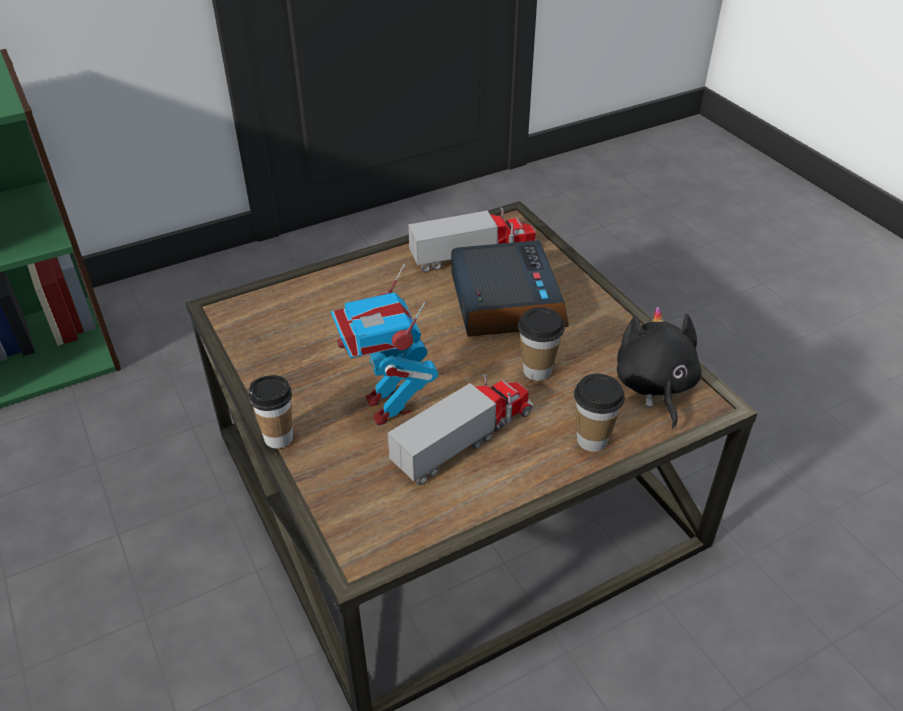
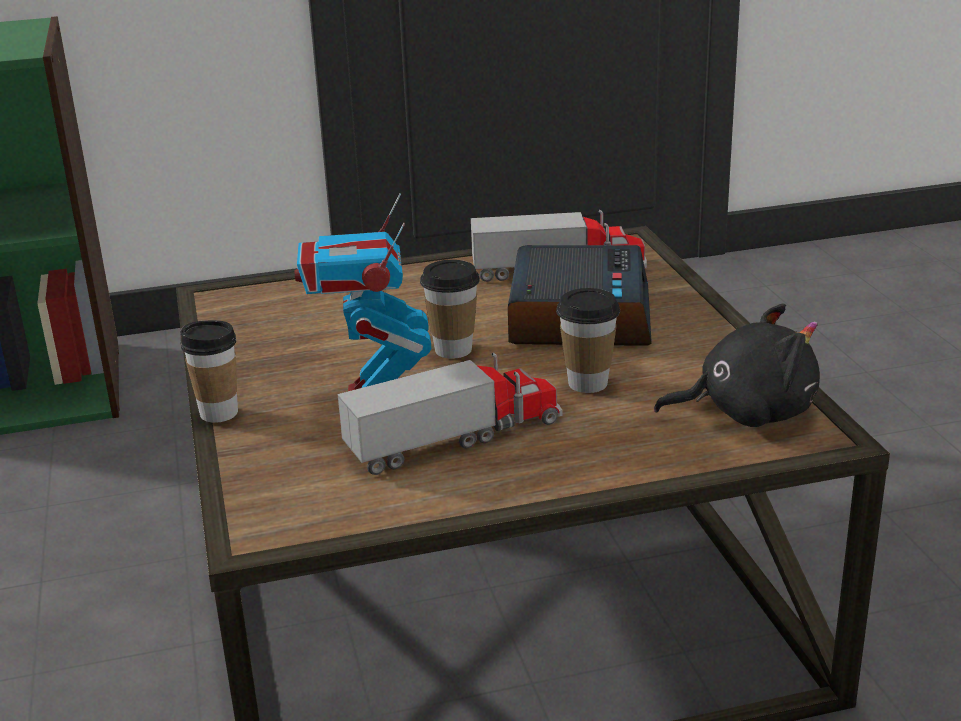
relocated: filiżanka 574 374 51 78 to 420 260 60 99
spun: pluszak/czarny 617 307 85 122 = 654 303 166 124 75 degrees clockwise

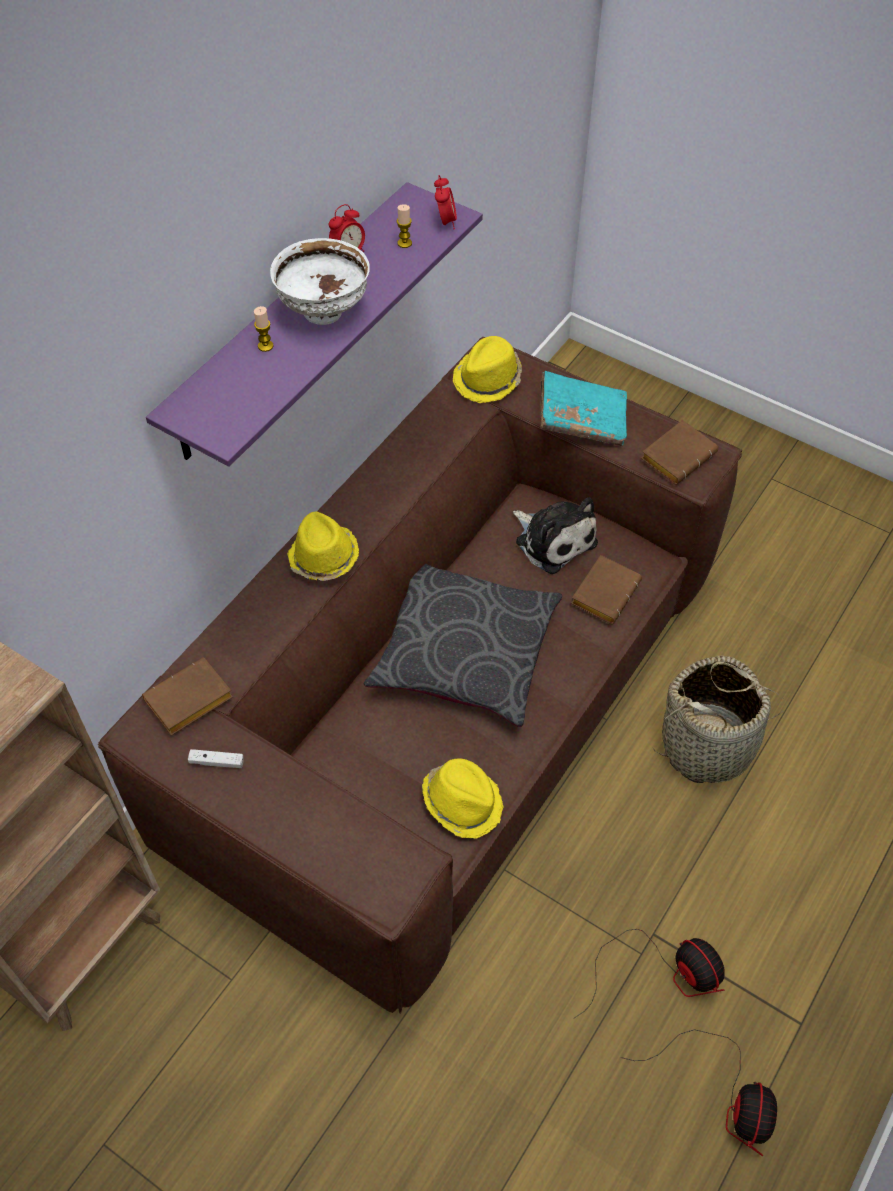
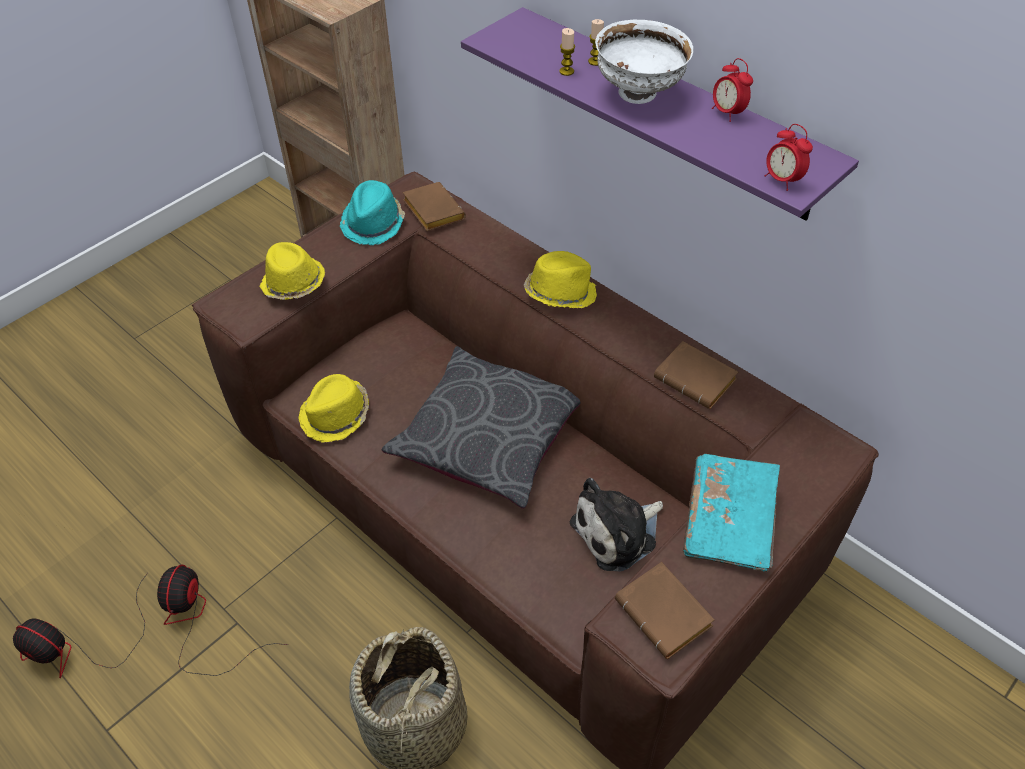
relocated: świeca 397 204 15 44 to 559 28 16 48; kapelusz/żółty 453 336 69 67 to 259 242 66 58; książka/brązowy 571 555 71 69 to 654 341 84 68
exchanged: pad do gier/biały 188 749 56 19 to kapelusz/turkusowy 340 180 65 65
spun: budzik 434 175 23 54 = 765 124 48 67 45 degrees clockwise; wentylator 574 929 151 89 = 157 564 131 112 120 degrees clockwise

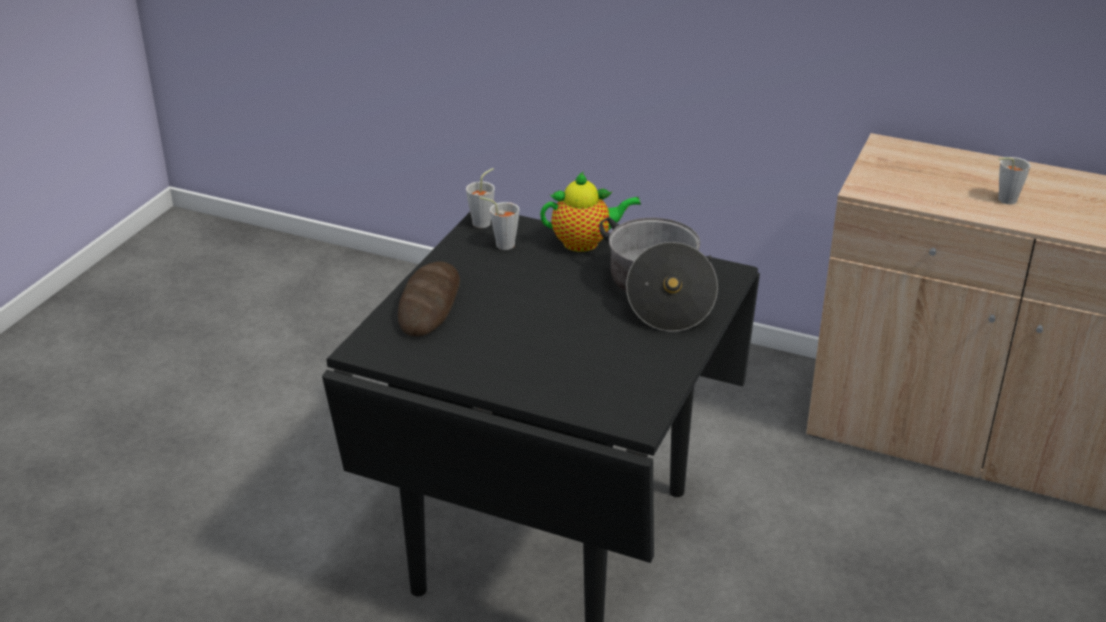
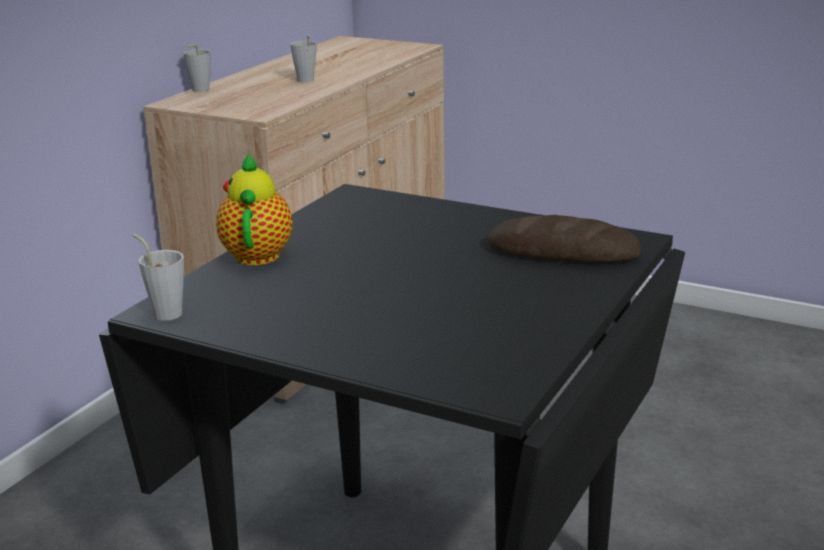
missing: garnek 599 217 119 115
relocated: filiżanka/szary 479 197 41 53 to 183 44 28 48; chleb 398 262 62 74 to 488 215 153 48

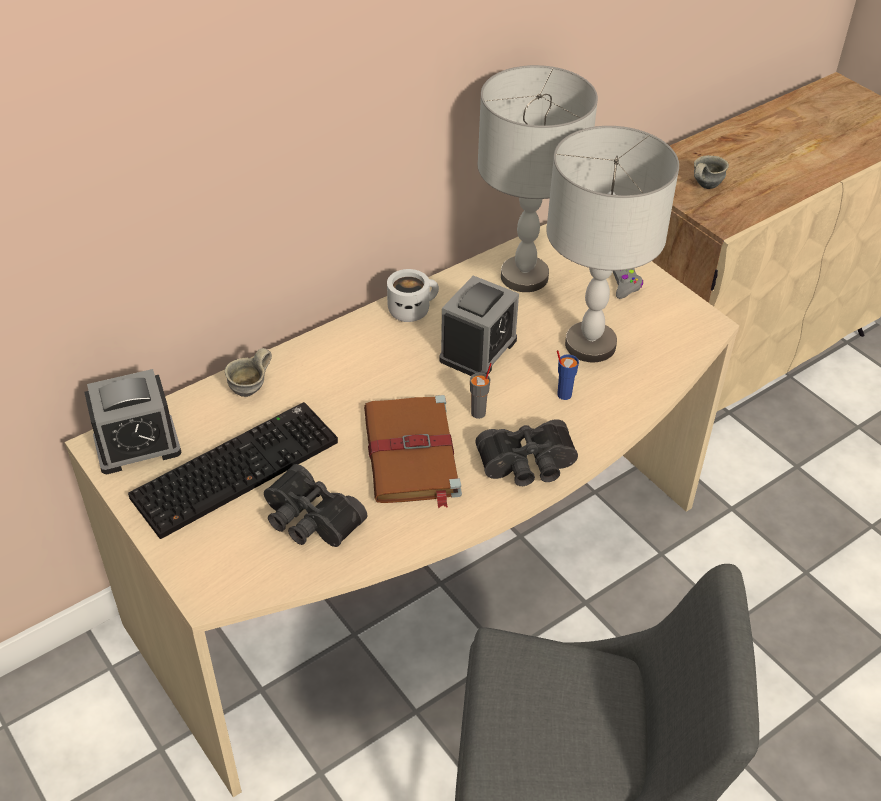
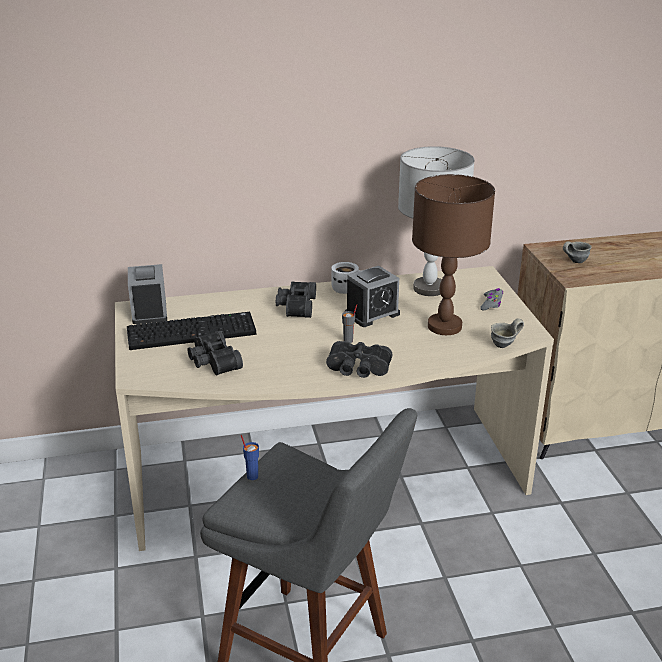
missing: książka/brązowy 364 395 98 114
appeared: lornetka/czarny 276 281 40 37
relocated: kubek/szary 225 348 47 49 to 491 319 33 29; filiżanka/niebieski 557 350 22 50 to 241 435 18 45
colour: lampa stołowa/szary 546 126 133 236 to lampa stołowa/brązowy 412 174 83 161
spun: budzik 84 369 97 105 = 128 264 39 60 105 degrees counterclockwise

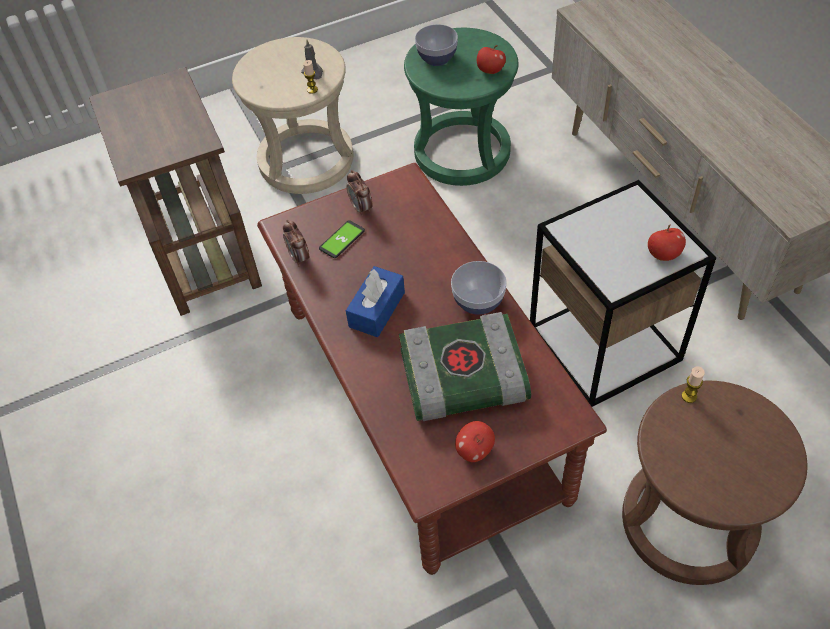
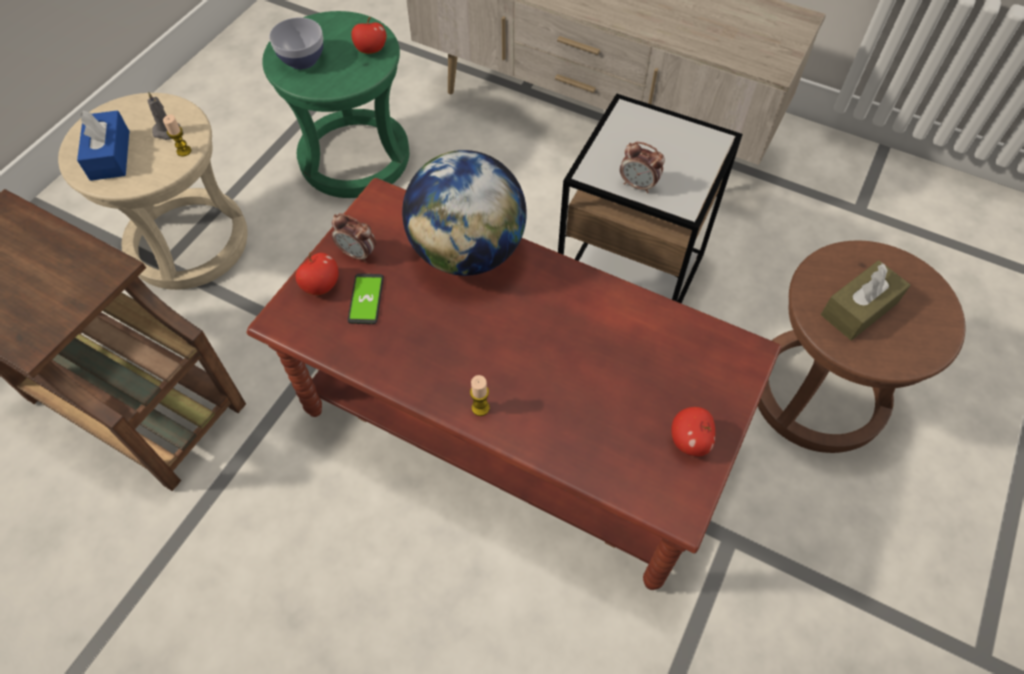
missing: miska 451 261 56 54; książka 399 312 132 109
appeared: globus 402 150 125 126; pudełko chusteczek/brązowy 821 260 90 80
relocated: budzik 283 220 26 46 to 620 142 45 51; jabłko 648 224 38 37 to 296 252 42 43; pudełko chusteczek/niebieski 346 266 59 71 to 77 110 52 71; świeca 682 367 23 36 to 470 375 20 41

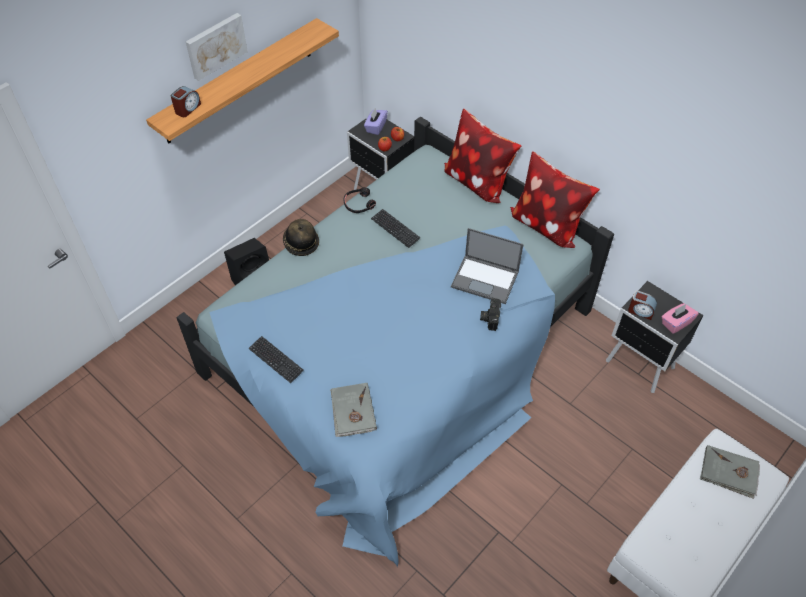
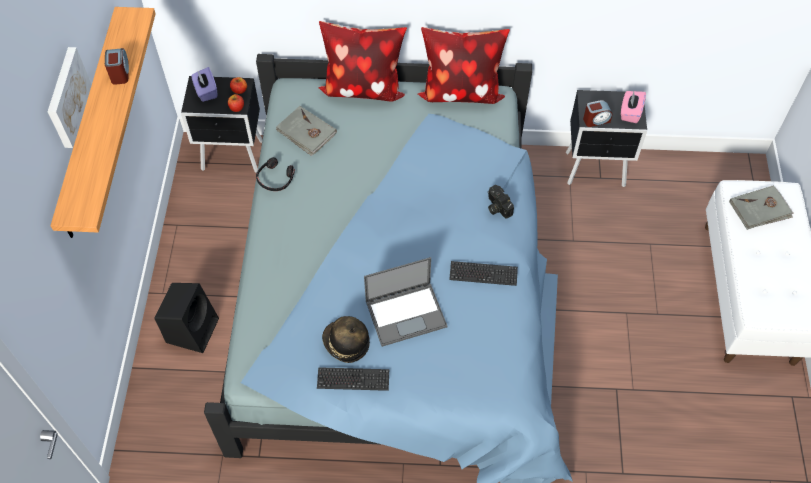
relocated: budzik 171 86 30 31 to 105 48 24 37; klawiatura 371 209 50 39 to 449 261 69 25; kapelusz 283 219 36 37 to 322 316 48 47; laptop 451 228 73 76 to 364 257 83 90; książka/szary 330 383 47 54 to 276 106 61 50

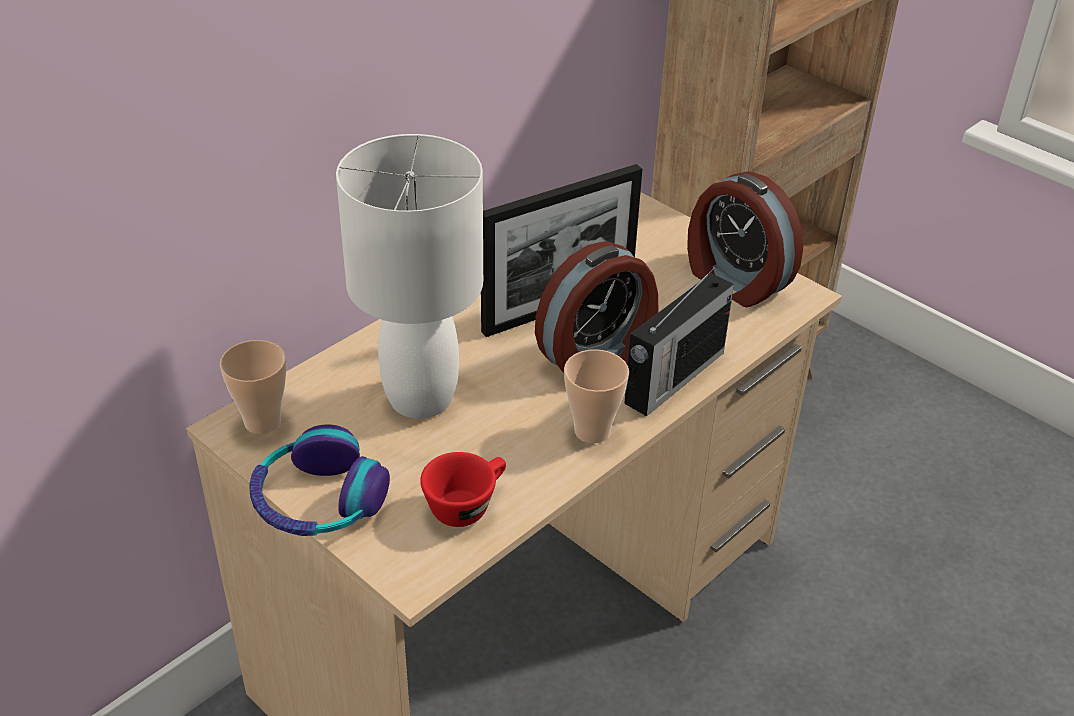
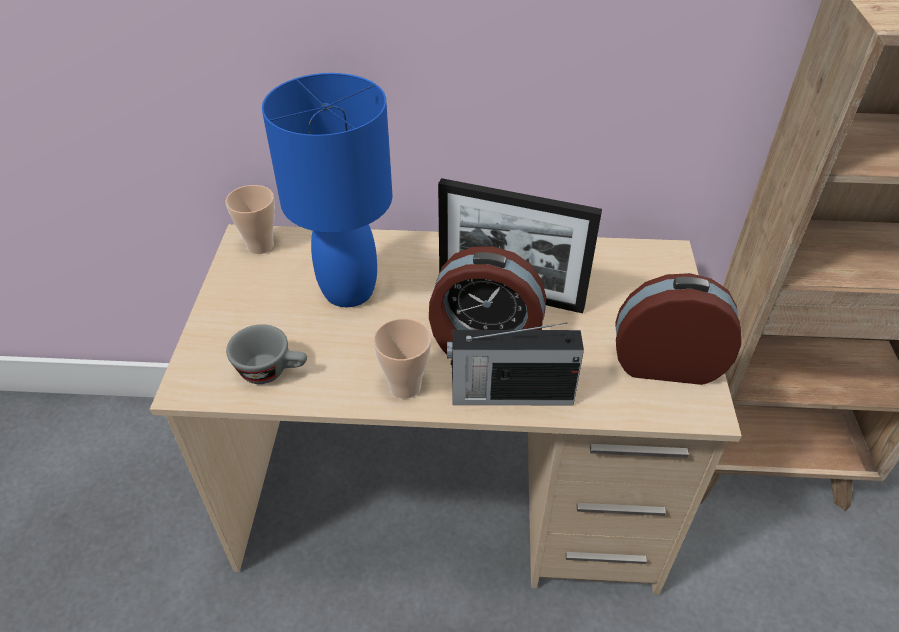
missing: słuchawki 249 425 141 111
colour: lampa stołowa/biały 336 134 147 285 to lampa stołowa/niebieski 262 73 131 234; filiżanka/czerwony 420 452 86 75 to filiżanka/szary 226 324 81 60
spun: budzik 687 171 116 136 = 616 273 125 112 90 degrees clockwise

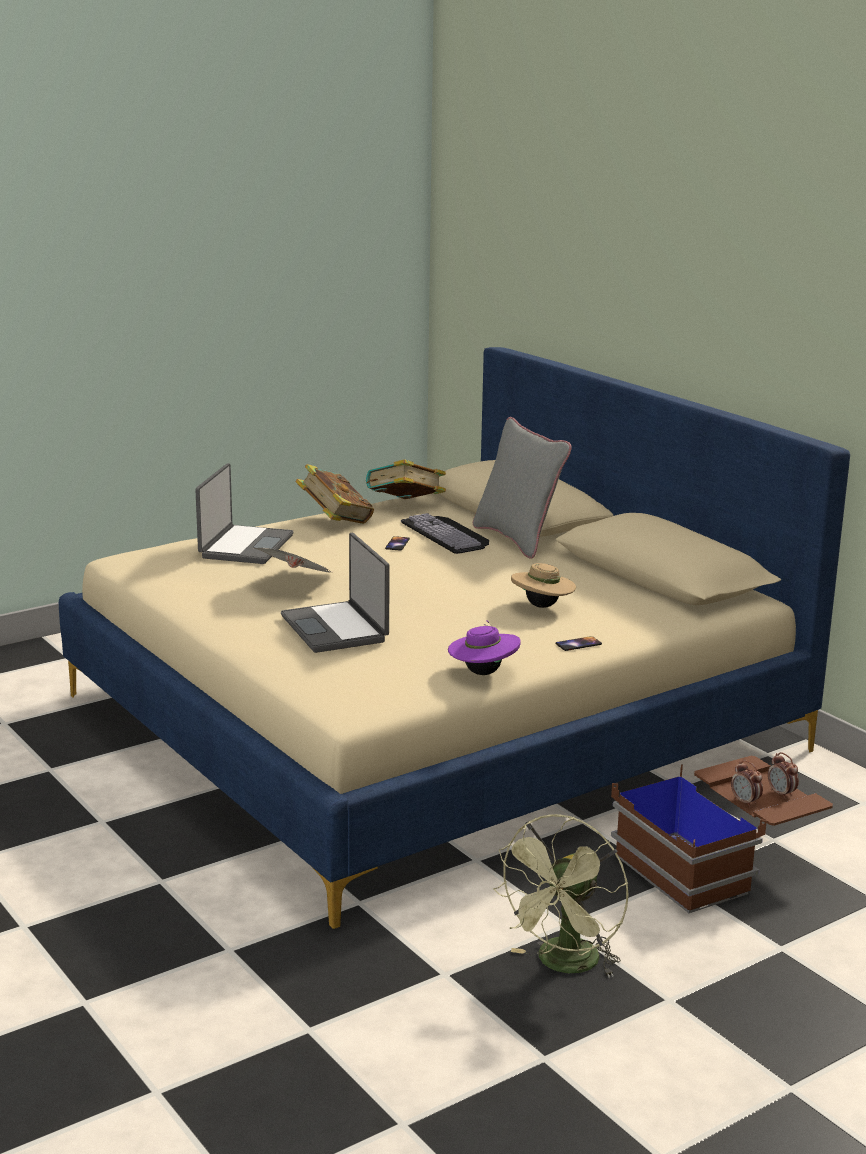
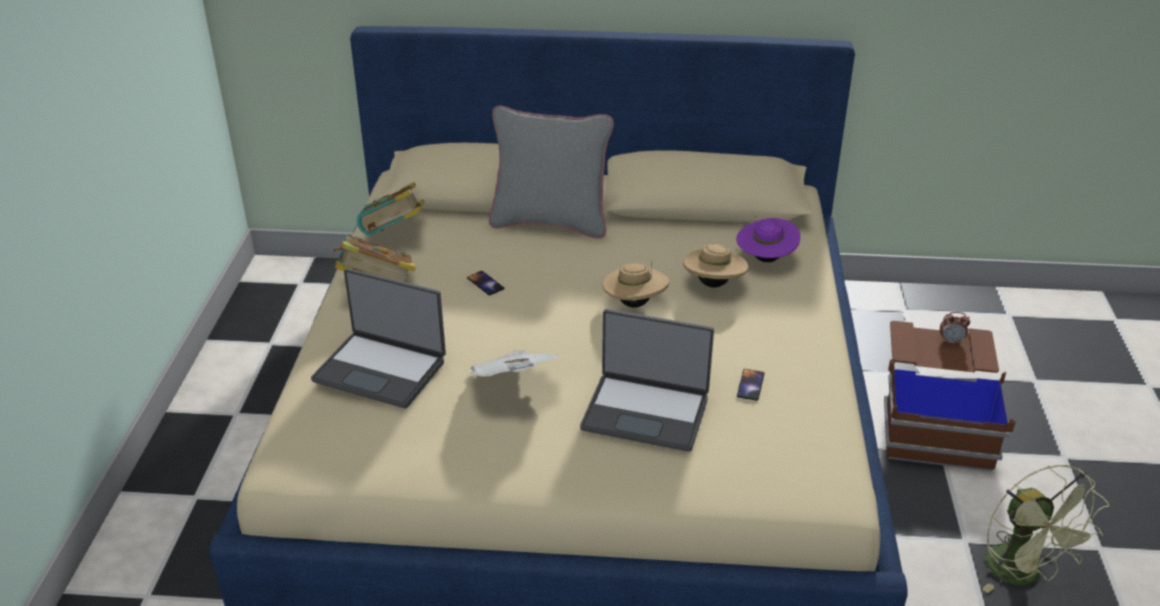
missing: klawiatura 401 513 88 41; budzik 731 760 32 47
appeared: kapelusz/beżowy 602 260 67 48
relocated: kapelusz/fioletowy 448 620 73 55 to 736 216 64 46; telefon 556 636 46 15 to 737 369 27 32
spun: laptop 195 463 98 101 = 311 268 135 140 150 degrees clockwise

